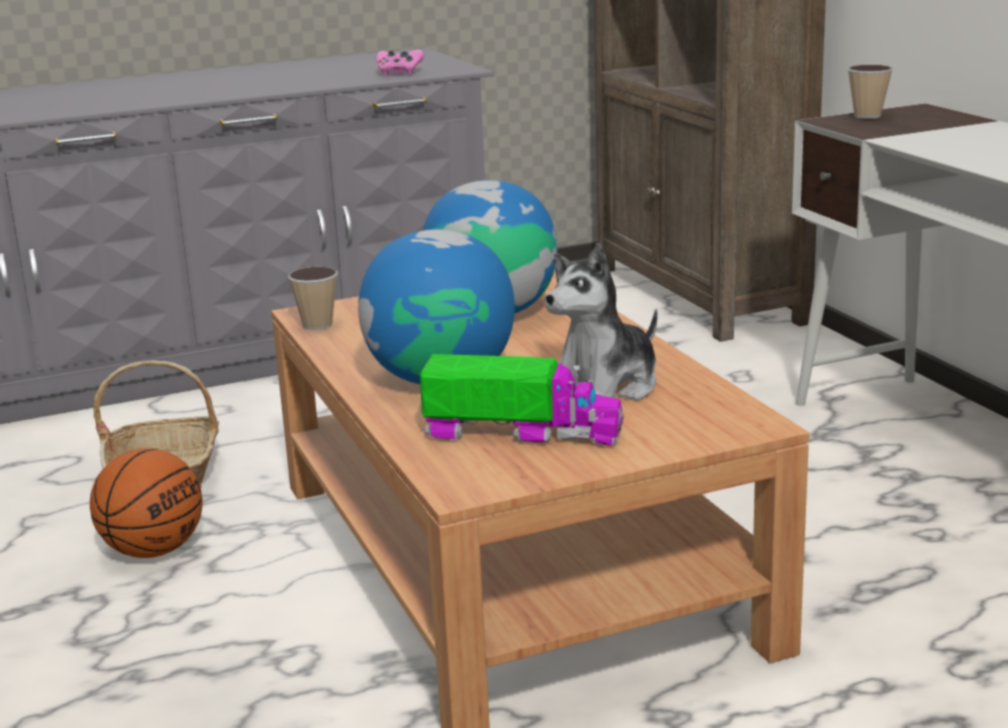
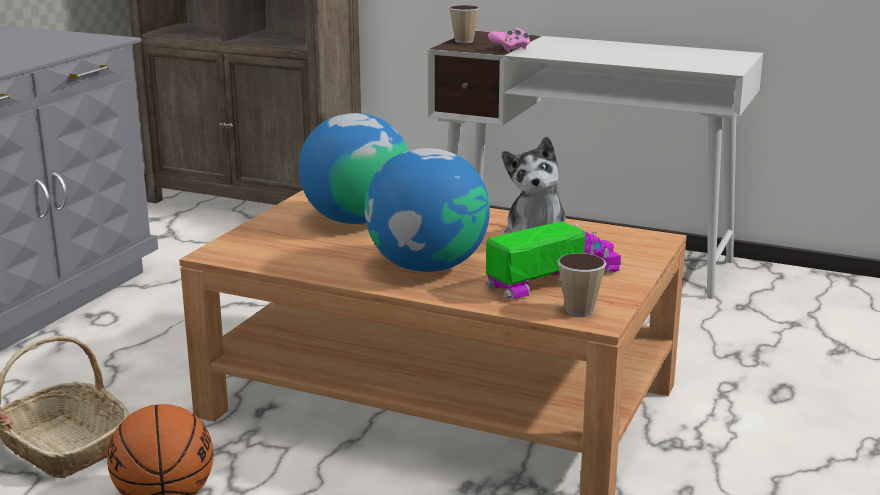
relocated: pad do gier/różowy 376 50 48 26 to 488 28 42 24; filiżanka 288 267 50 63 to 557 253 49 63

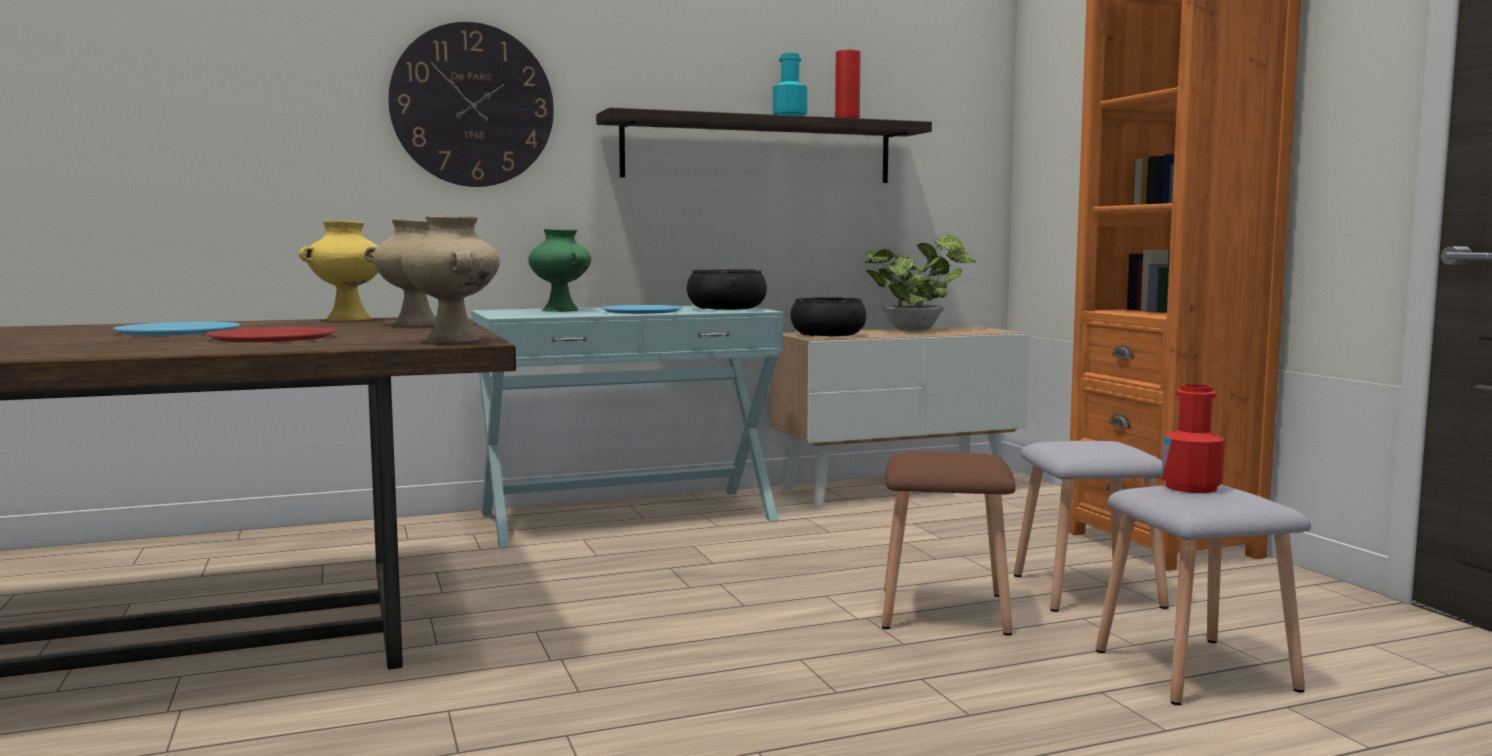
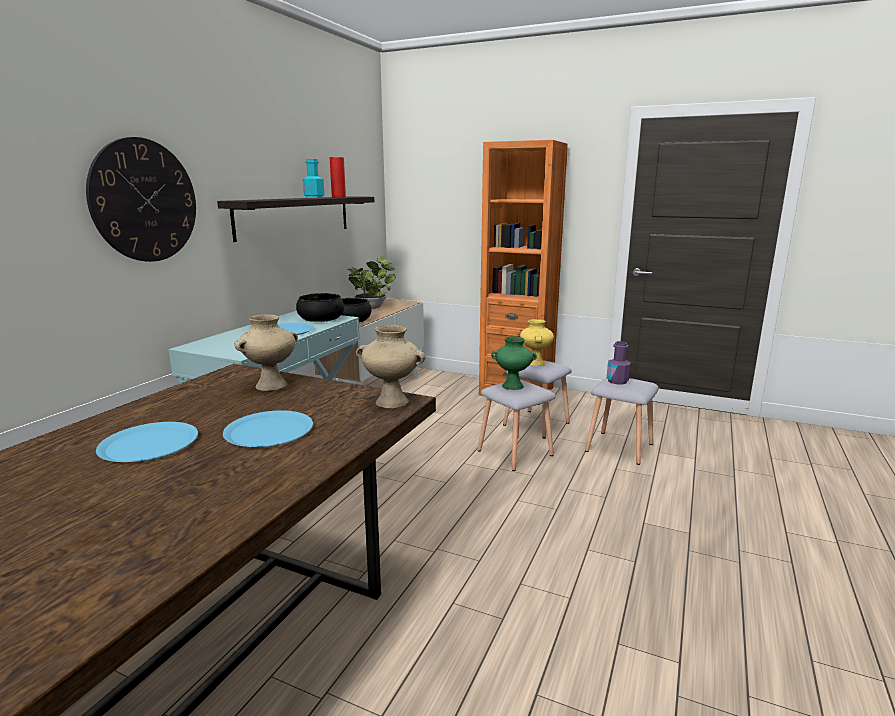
relocated: wazon/żółty 299 221 79 100 to 520 319 34 47; wazon/zielony 528 229 63 83 to 491 337 46 53
colour: talerz/czerwony 206 327 131 15 to talerz/niebieski 223 410 90 37; butelka/czerwony 1161 384 64 109 to butelka/fioletowy 607 341 24 44; stołek/brązowy 882 452 134 184 to stołek/szary 477 380 79 91

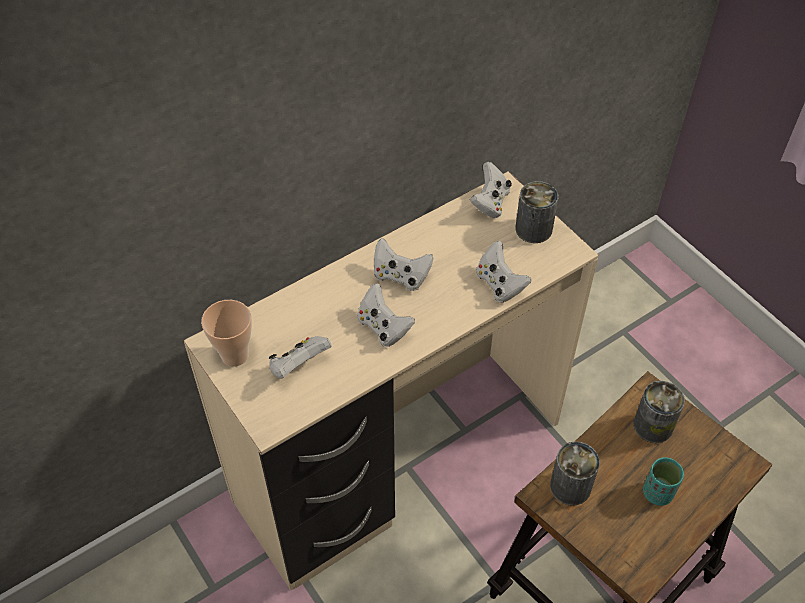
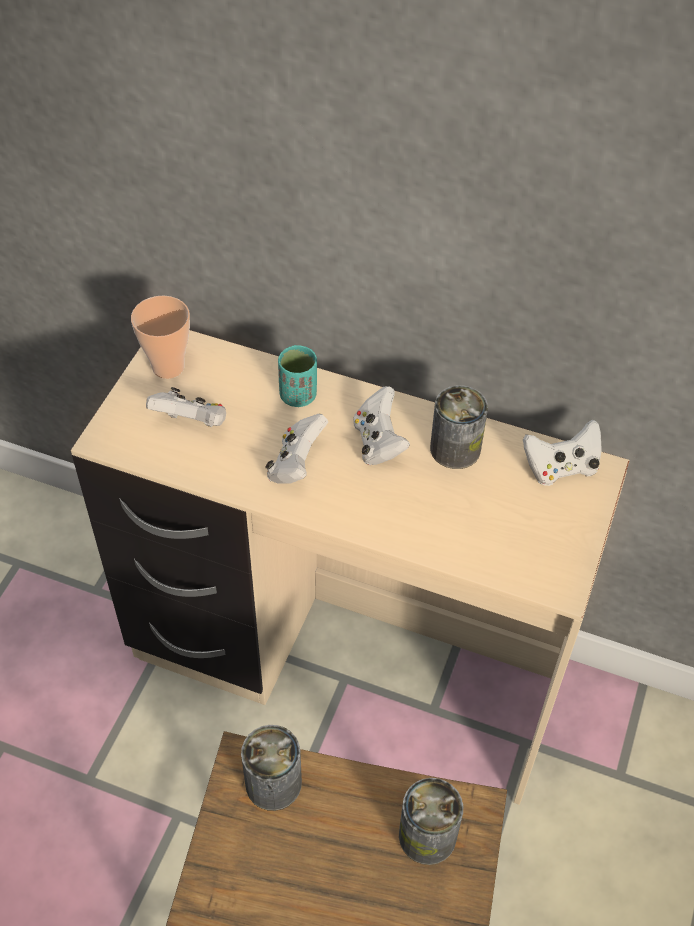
missing: pad do gier/biały 476 241 55 62
relocated: puszka 515 181 43 62 to 430 385 58 84; filiżanka/turkusowy 643 457 41 49 to 278 345 39 62

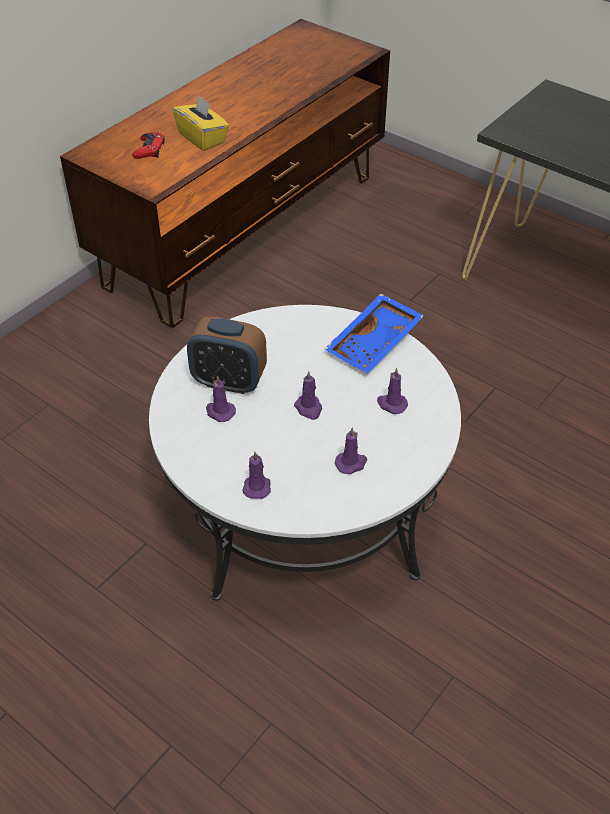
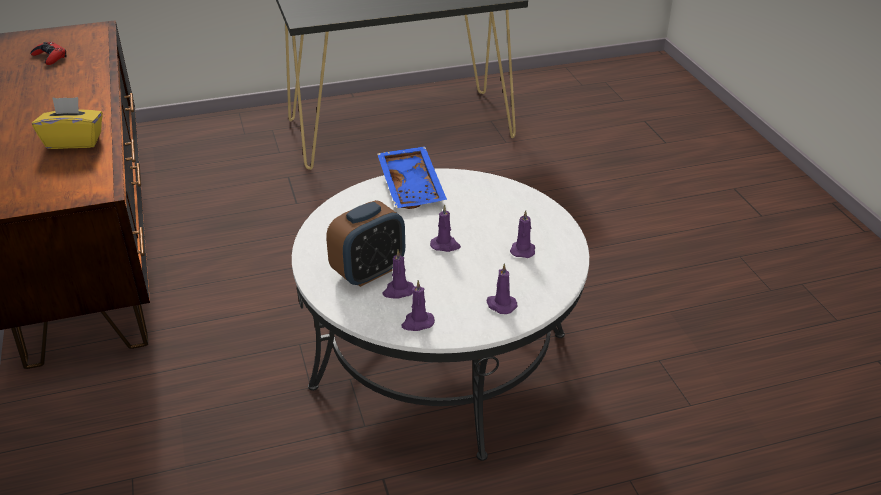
relocated: pad do gier/czerwony 132 132 33 27 to 30 42 37 23; świeca/fioletowy 377 368 31 46 to 401 280 34 51

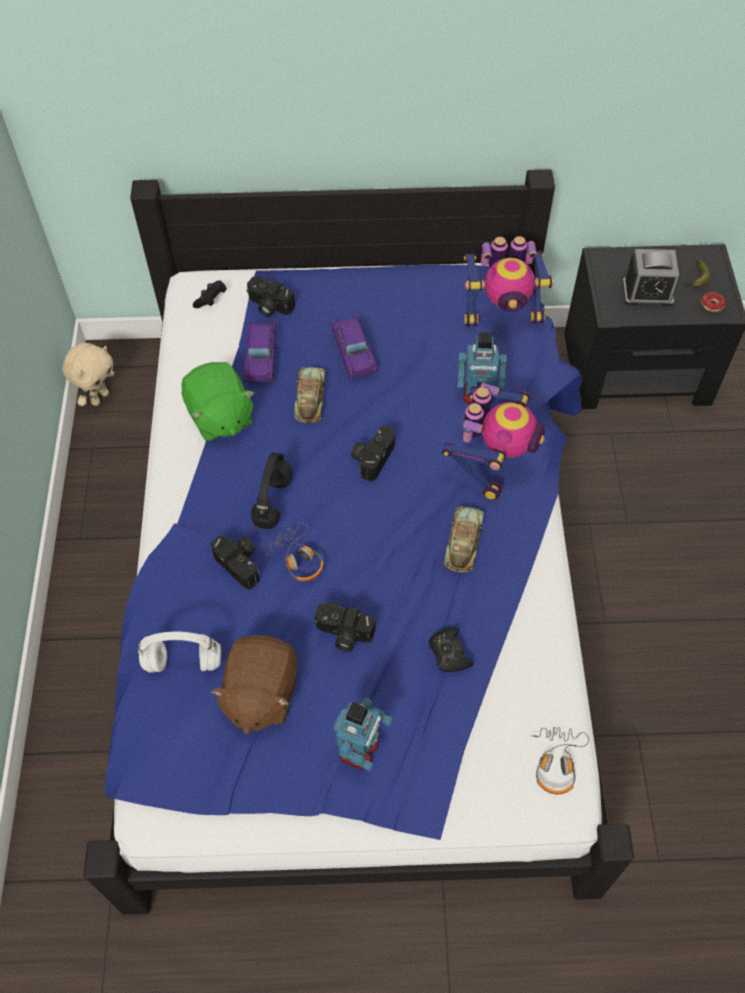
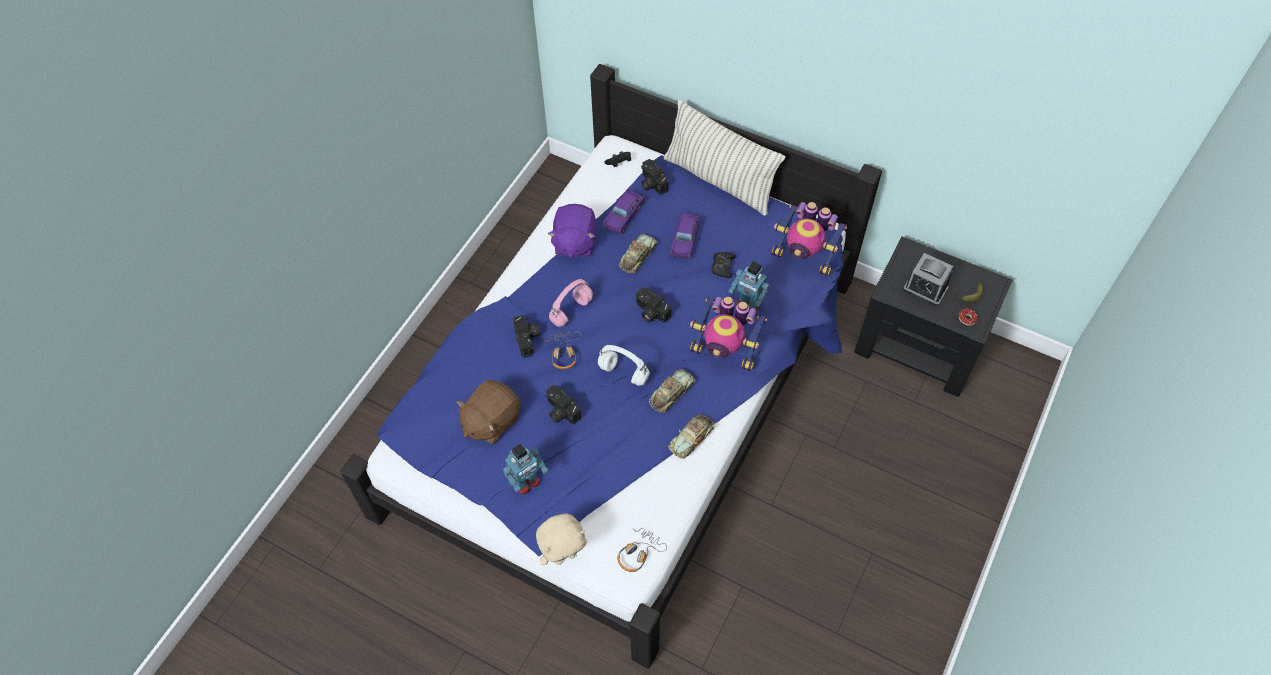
appeared: poduszka 664 100 121 116; samochodzik 669 415 46 44
relocated: pluszak/beżowy 62 343 52 63 to 536 513 51 52; pad do gier/czarny 429 627 45 45 to 711 252 25 26; słuchawki/biały 138 632 83 41 to 598 345 52 41
colour: pluszak/zielony 181 362 73 79 to pluszak/fioletowy 548 204 48 54; słuchawki/czarny 251 452 42 77 to słuchawki/różowy 549 279 44 48
spun: robot zabawkowy 442 383 103 117 = 690 297 77 74 60 degrees clockwise; aparat fotograficzny 351 425 44 57 = 635 288 36 35 105 degrees counterclockwise

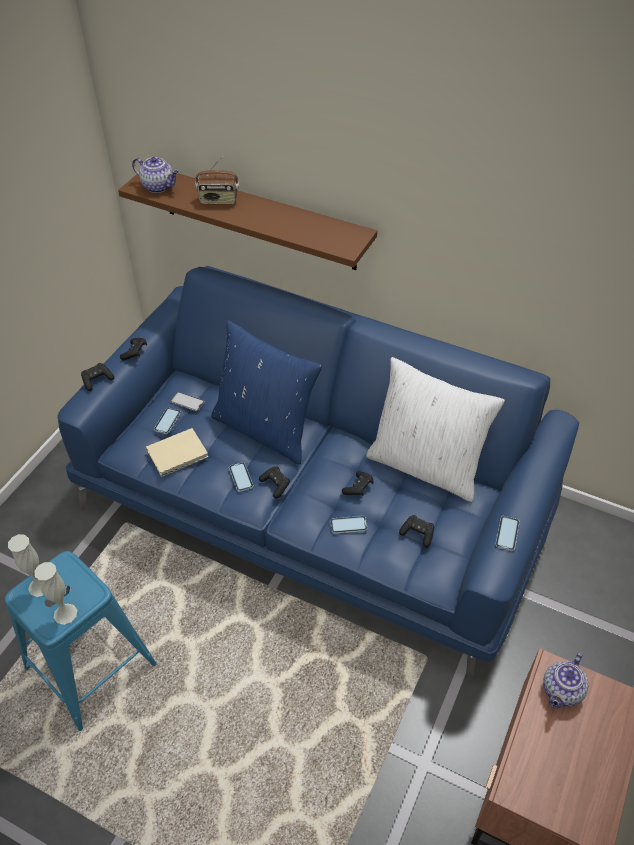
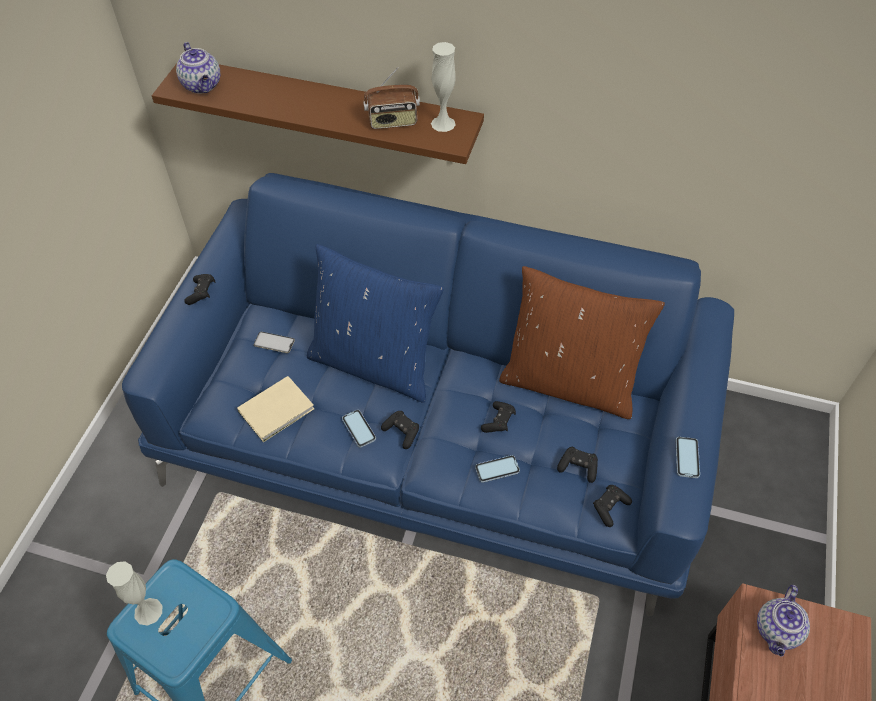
missing: telefon 154 408 27 26
relocated: radio 195 157 45 47 to 363 67 57 62; pad do gier/czarny 81 363 33 28 to 593 485 39 42; wazon/biały 34 562 43 63 to 431 42 25 90
colour: poduszka/biały 366 357 139 145 to poduszka/brązowy 499 266 166 153
spun: imbryk 132 157 47 36 = 176 42 44 52 45 degrees clockwise

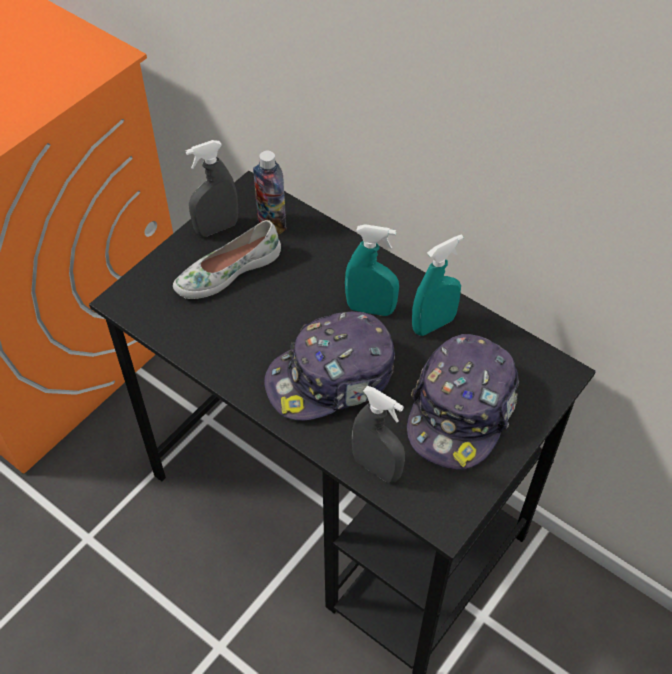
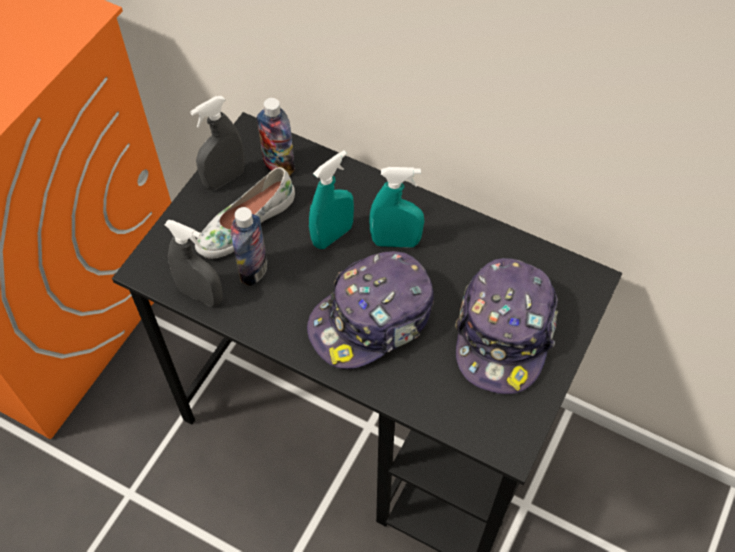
appeared: butelka 231 207 37 79
relocated: spryskiwacz/turkusowy 412 234 52 102 to 309 150 45 99; spryskiwacz/szary 351 386 54 97 to 164 220 59 87

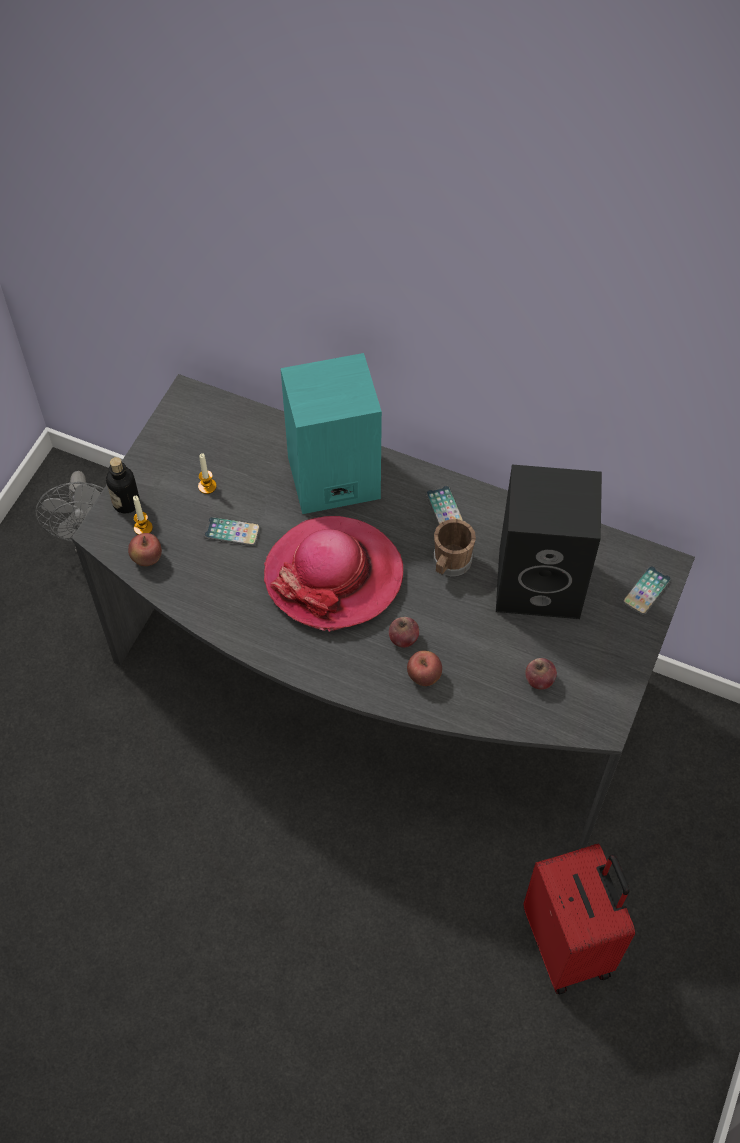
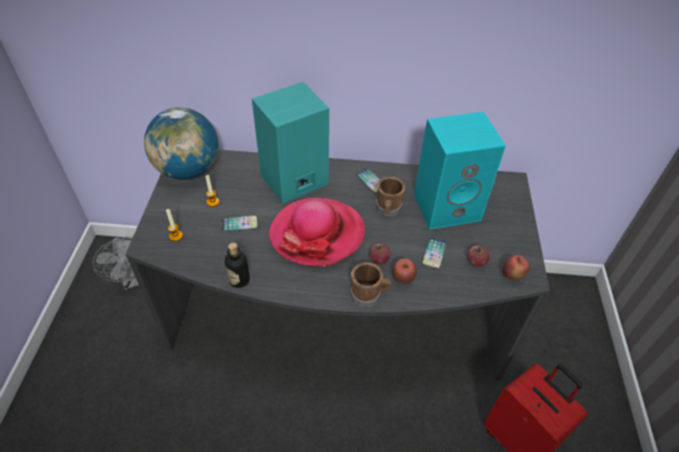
appeared: globus 144 107 74 73; kubek/brązowy 351 262 40 45
relocated: butelka 106 457 34 56 to 225 243 25 45; jabłko 128 533 34 33 to 503 255 26 25; telefon 623 566 48 49 to 422 237 25 33
colour: głośnik/czarny 496 465 106 154 to głośnik/turkusowy 414 112 92 117

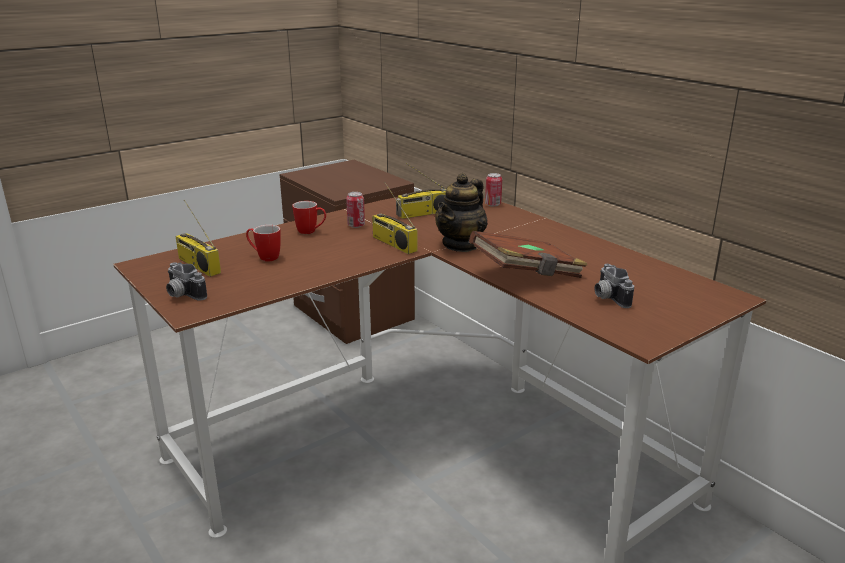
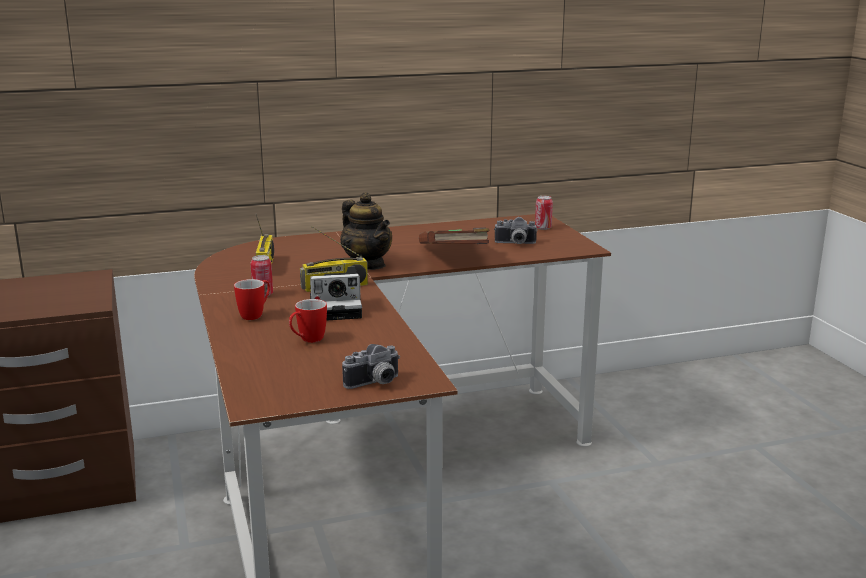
missing: radio 176 200 45 77
appeared: aparat fotograficzny 310 267 52 54
relocated: puszka 485 173 17 33 to 535 196 18 34

